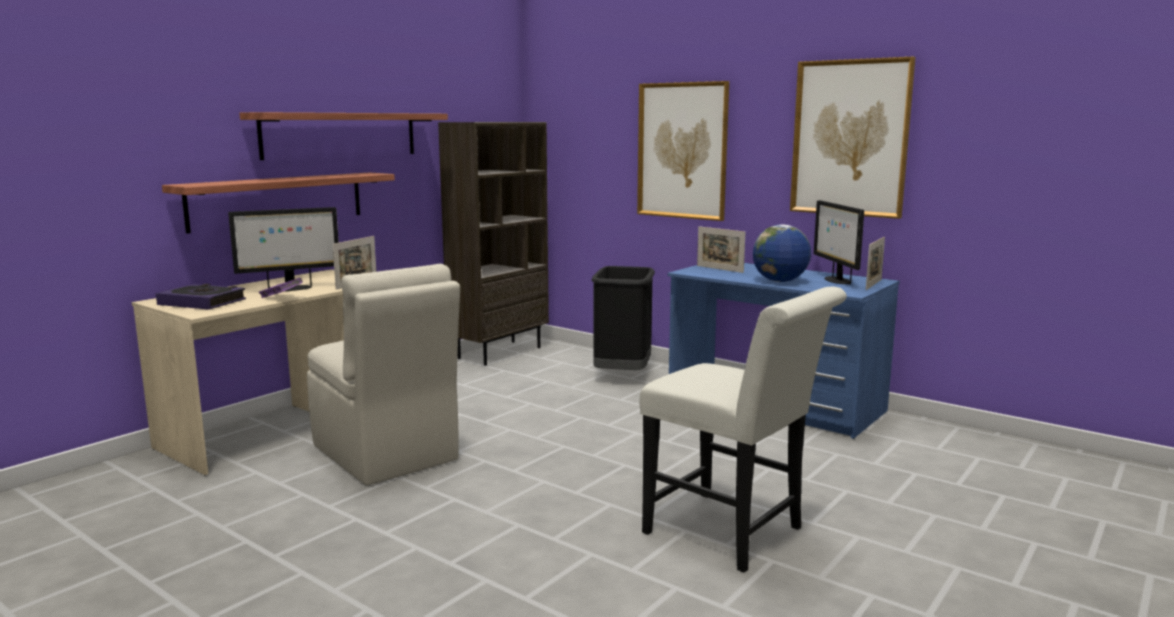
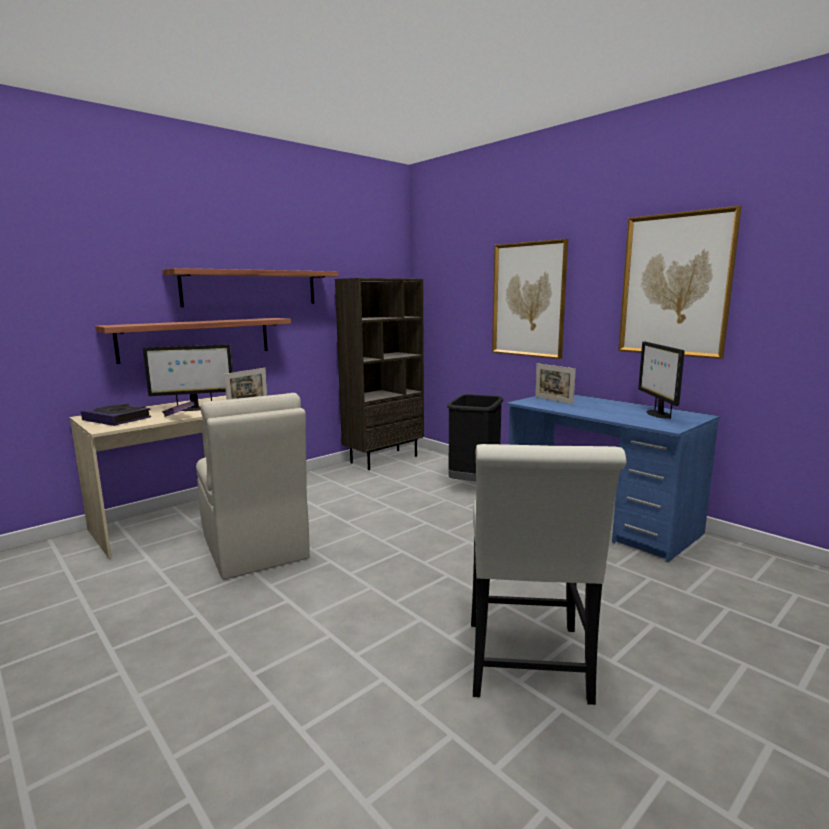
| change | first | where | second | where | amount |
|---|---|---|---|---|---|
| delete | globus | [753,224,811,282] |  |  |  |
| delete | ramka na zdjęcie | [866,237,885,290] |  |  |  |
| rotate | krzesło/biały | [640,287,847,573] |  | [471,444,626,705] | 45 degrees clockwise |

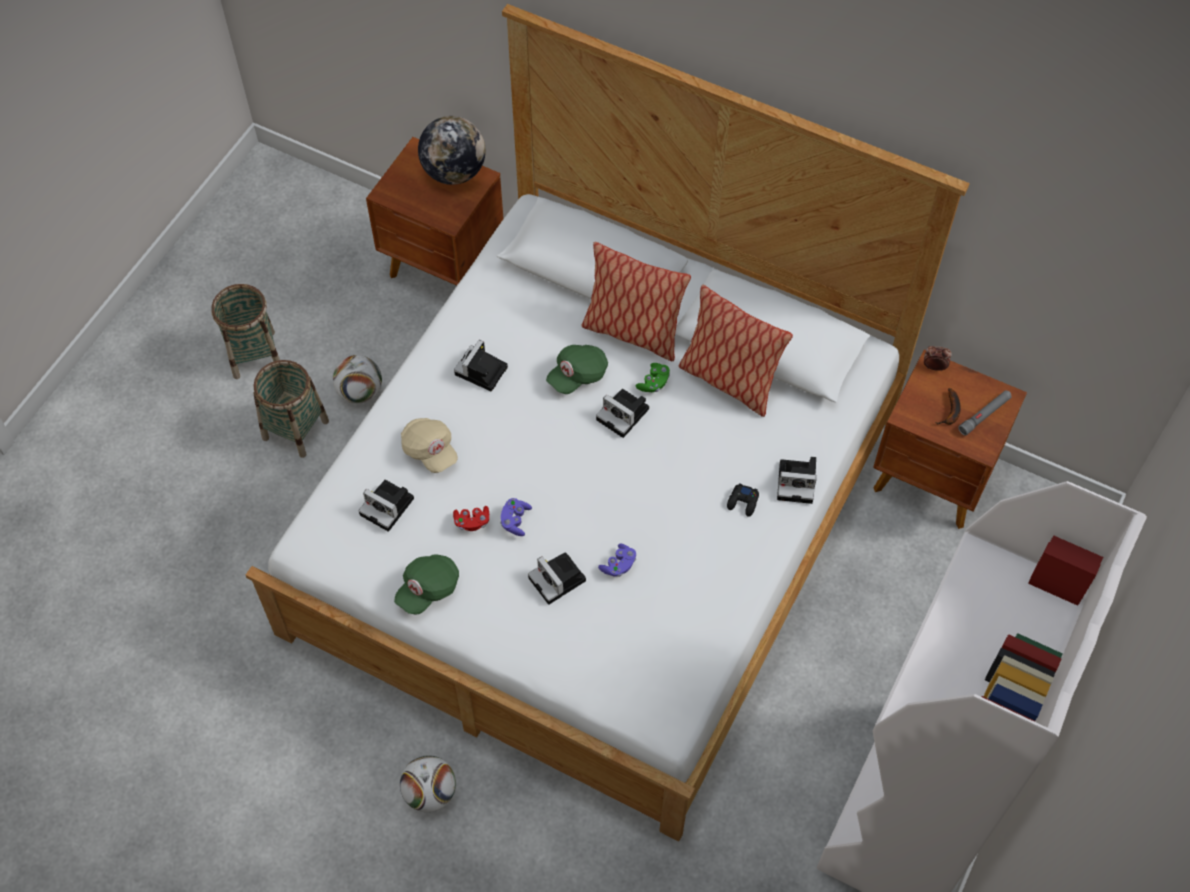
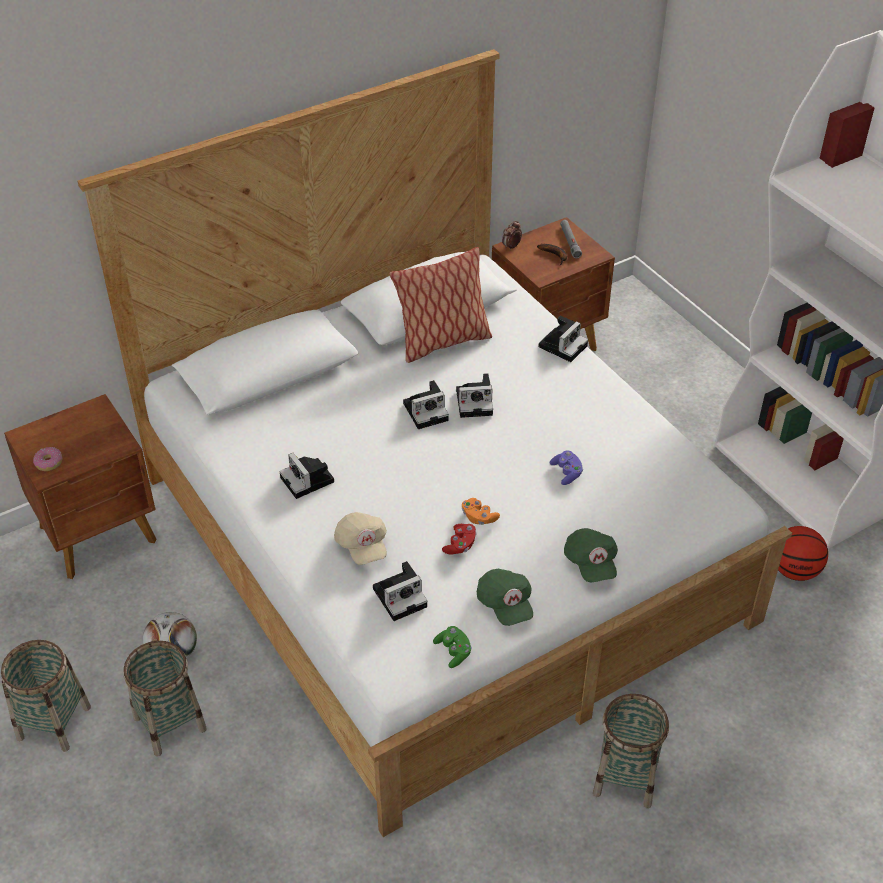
| change | first | where | second | where | amount |
|---|---|---|---|---|---|
| delete | globus | [418,116,486,185] |  |  |  |
| delete | poduszka | [582,242,691,361] |  |  |  |
| move | czapka z daszkiem/zielony | [546,345,608,394] |  | [564,528,618,582] |  |
| move | pad do gier/zielony | [636,363,670,392] |  | [433,626,472,668] |  |
| rotate | czapka z daszkiem/beżowy | [401,418,458,473] |  | [334,512,387,565] | 75 degrees clockwise |
| delete | pad do gier/czarny | [727,483,759,517] |  |  |  |
| recolor | pad do gier/fioletowy | [500,498,532,536] | pad do gier/pomarańczowy | [462,498,500,525] |  |
| move | aparat fotograficzny | [528,552,586,605] |  | [456,373,493,418] |  |
| replace | piłka futbolowa | [400,755,456,812] | koszyk | [593,694,669,808] |  |
| insert |  |  | donut | [33,447,62,471] |  |
| insert |  |  | piłka do koszykówki | [778,526,828,581] |  |

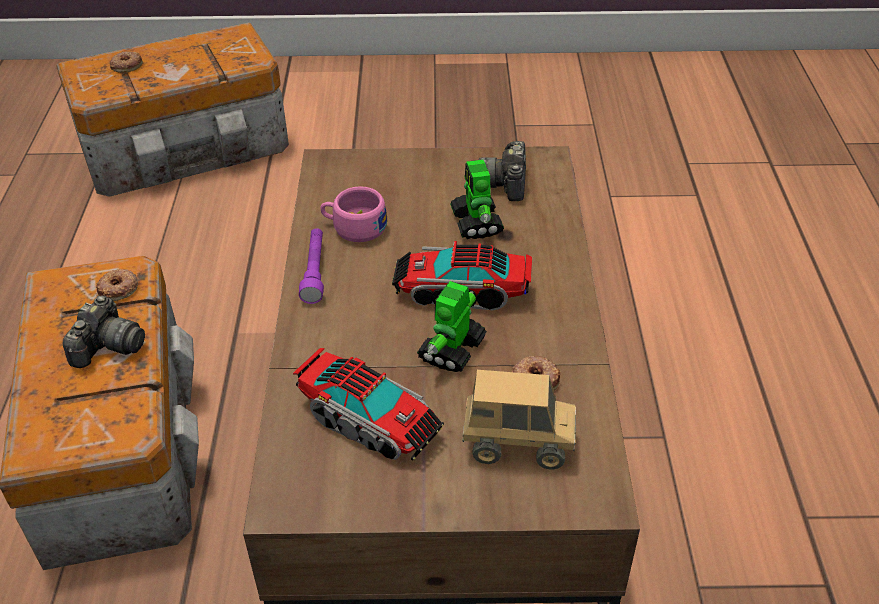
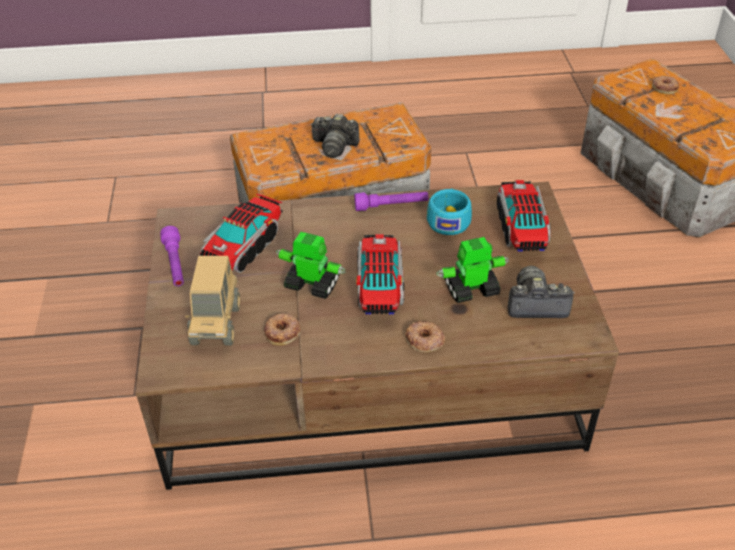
| change | first | where | second | where | amount |
|---|---|---|---|---|---|
| recolor | filiżanka/różowy | [321,186,387,242] | filiżanka/turkusowy | [427,188,472,235] |  |
| move | donut | [96,269,138,301] |  | [405,320,445,353] |  |
| insert |  |  | ciężarówka zabawkowa | [497,180,551,252] |  |
| insert |  |  | latarka/fioletowy | [160,226,184,286] |  |

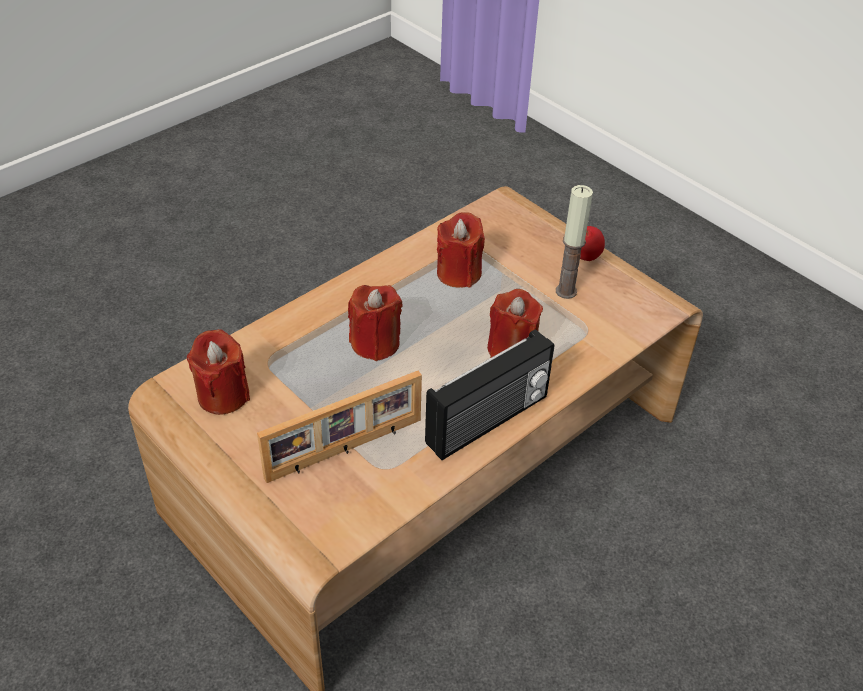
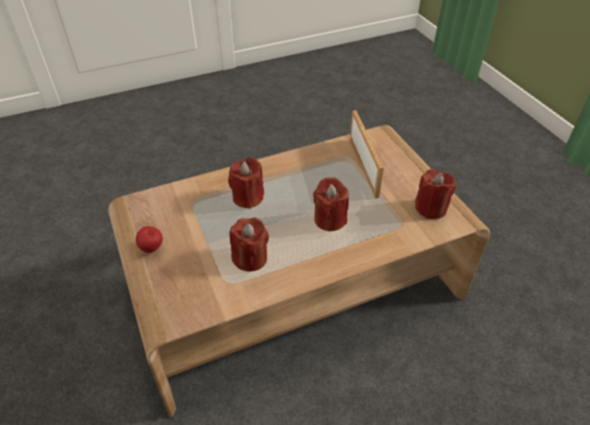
| change | first | where | second | where | amount |
|---|---|---|---|---|---|
| delete | świeca | [556,185,593,299] |  |  |  |
| delete | radio | [425,329,555,460] |  |  |  |
| rotate | ramka na zdjęcie | [257,371,422,483] |  | [350,110,384,198] | 90 degrees clockwise |

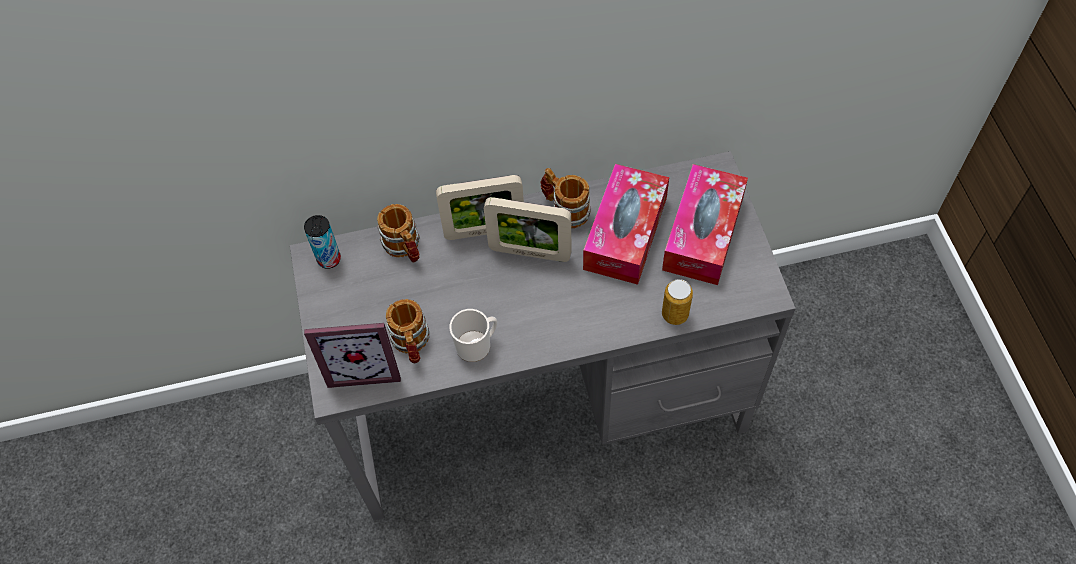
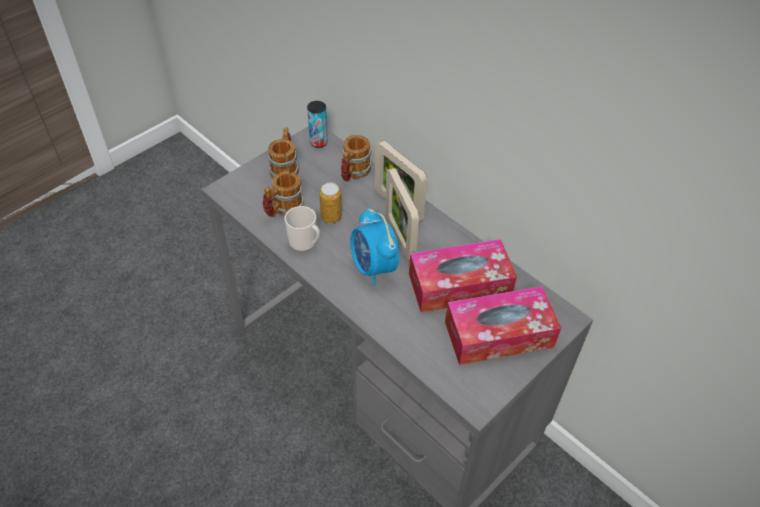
| change | first | where | second | where | amount |
|---|---|---|---|---|---|
| move | kubek | [540,168,590,228] |  | [268,127,299,179] |  |
| move | puszka | [662,279,693,325] |  | [319,183,342,223] |  |
| delete | ramka na zdjęcie | [304,323,401,388] |  |  |  |
| insert |  |  | budzik | [350,207,399,286] |  |

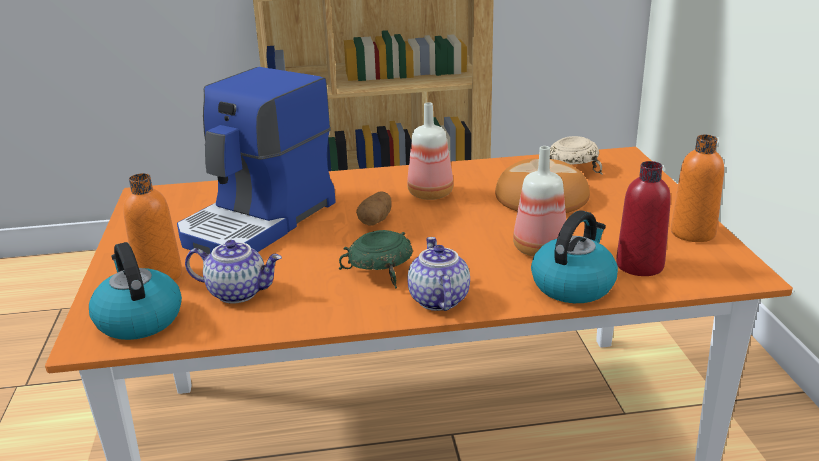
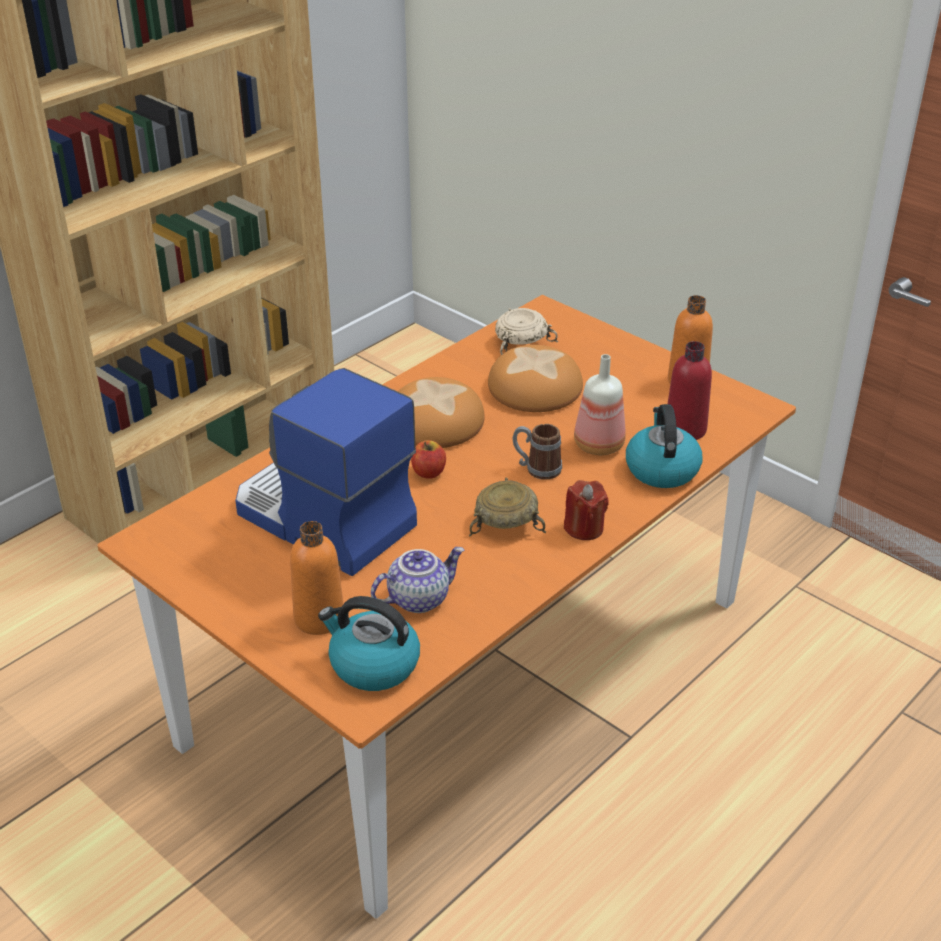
| change | first | where | second | where | amount |
|---|---|---|---|---|---|
| rotate | ekspres do kawy | [177,67,336,254] |  | [235,368,417,576] | 135 degrees clockwise |
| replace | butelka | [407,102,453,200] | chleb | [398,377,485,448] |  |
| replace | ziemniak | [356,191,392,226] | jabłko | [411,440,446,479] |  |
| recolor | miska/zielony | [339,230,413,289] | miska/beżowy | [469,477,546,537] |  |
| replace | imbryk | [408,237,470,311] | świeca/czerwony | [564,480,609,540] |  |
| insert |  |  | kubek | [513,424,562,480] |  |

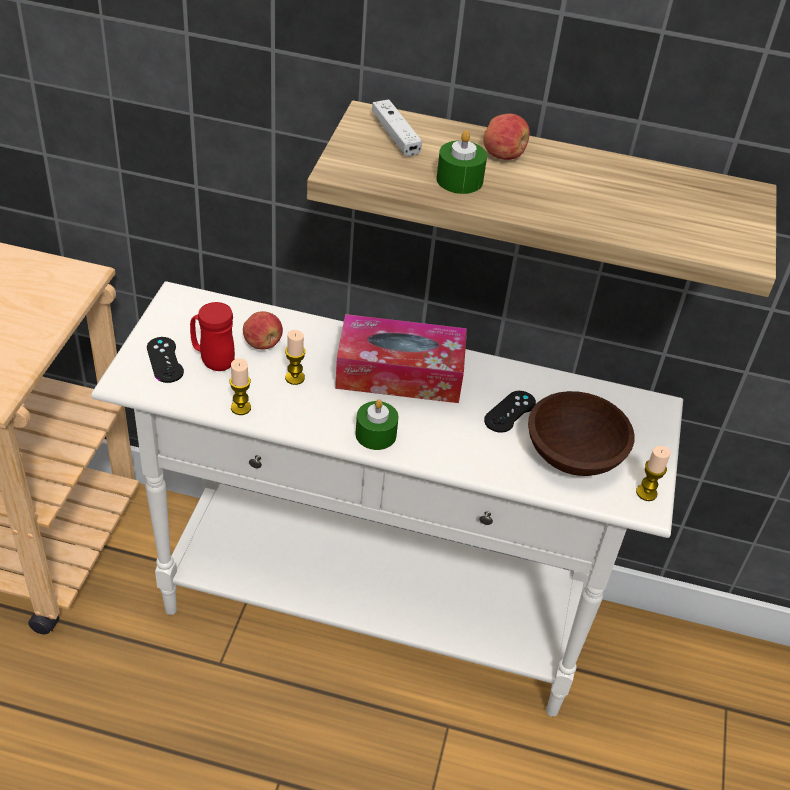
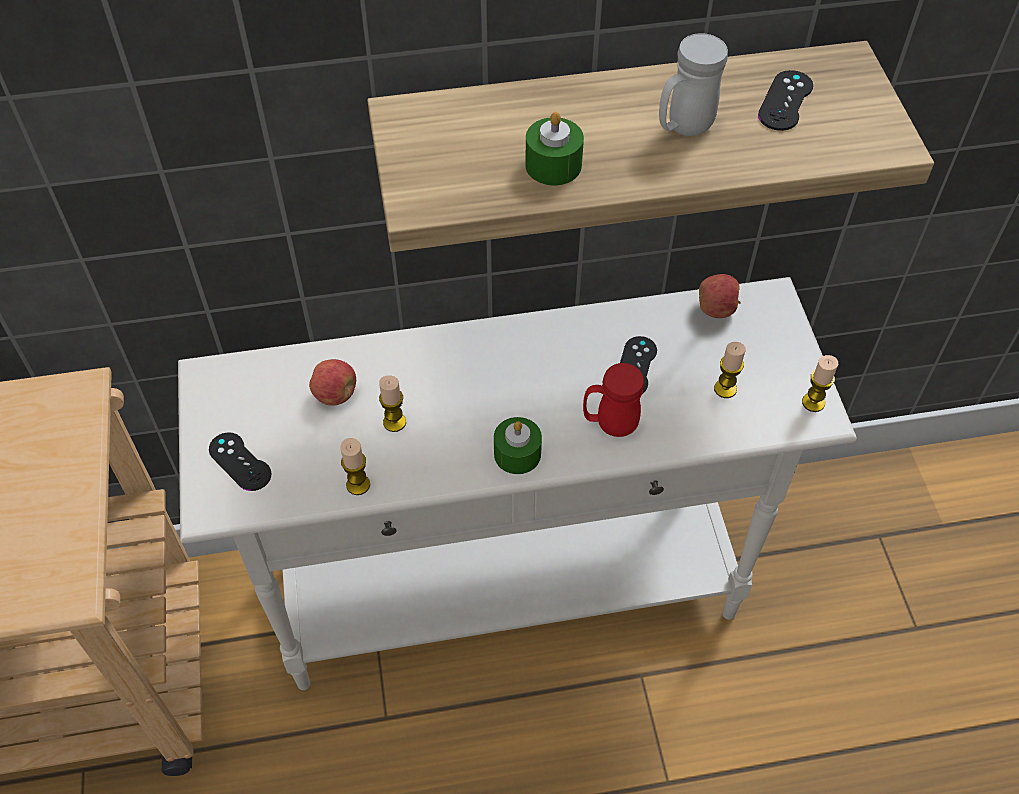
| change | first | where | second | where | amount |
|---|---|---|---|---|---|
| delete | pad do gier/biały | [372,100,422,157] |  |  |  |
| move | jabłko | [483,114,530,160] |  | [699,274,741,318] |  |
| move | kubek/czerwony | [190,302,235,371] |  | [583,363,644,437] |  |
| delete | pudełko chusteczek | [335,314,467,403] |  |  |  |
| replace | miska/brązowy | [528,391,634,476] | świeca | [714,342,746,398] |  |
| insert |  |  | kubek/biały | [659,33,728,136] |  |
| insert |  |  | pad do gier/czarny | [758,70,813,131] |  |

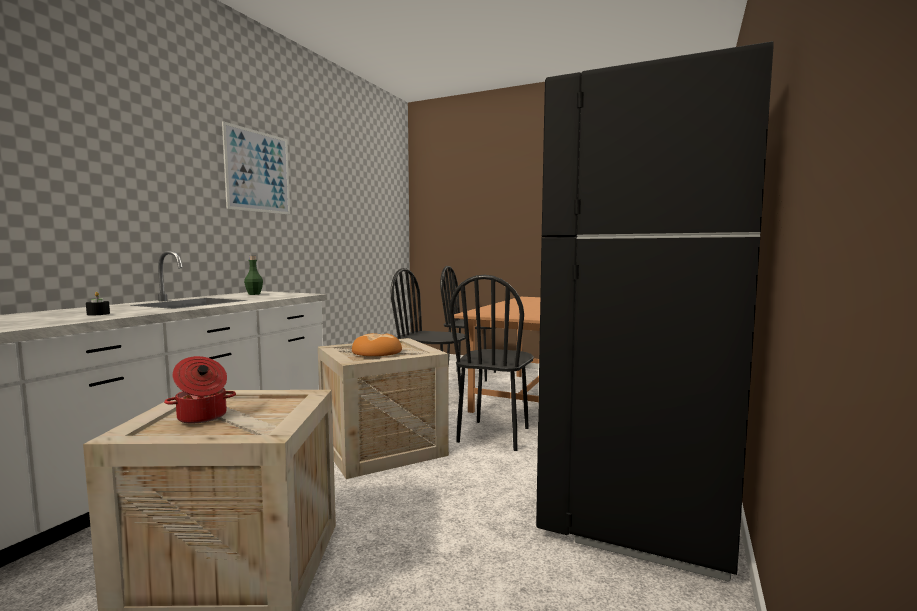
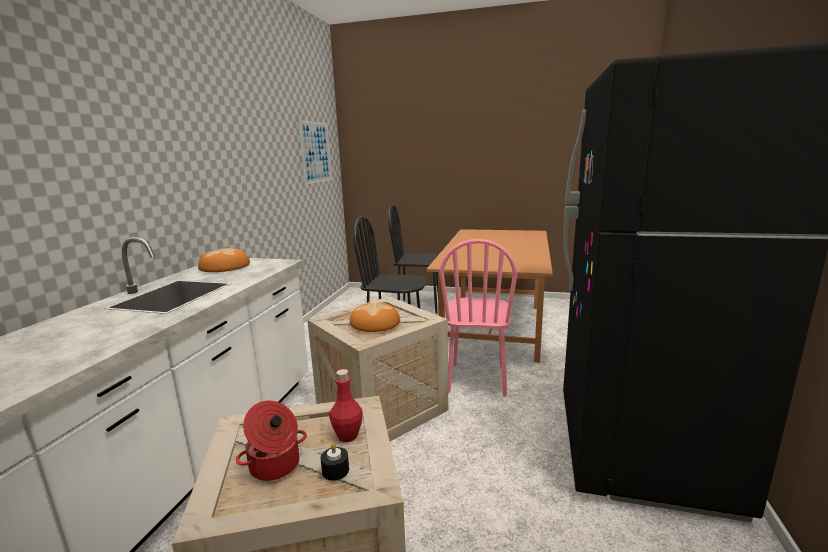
| change | first | where | second | where | amount |
|---|---|---|---|---|---|
| move | obraz | [222,121,290,215] |  | [298,120,332,185] |  |
| replace | butelka/zielony | [244,256,263,295] | chleb | [198,248,250,272] |  |
| recolor | krzesło/czarny | [449,275,534,451] | krzesło/różowy | [440,239,517,397] |  |
| move | świeca/czarny | [86,292,110,316] |  | [321,443,349,481] |  |
| insert |  |  | butelka/czerwony | [329,369,363,442] |  |

